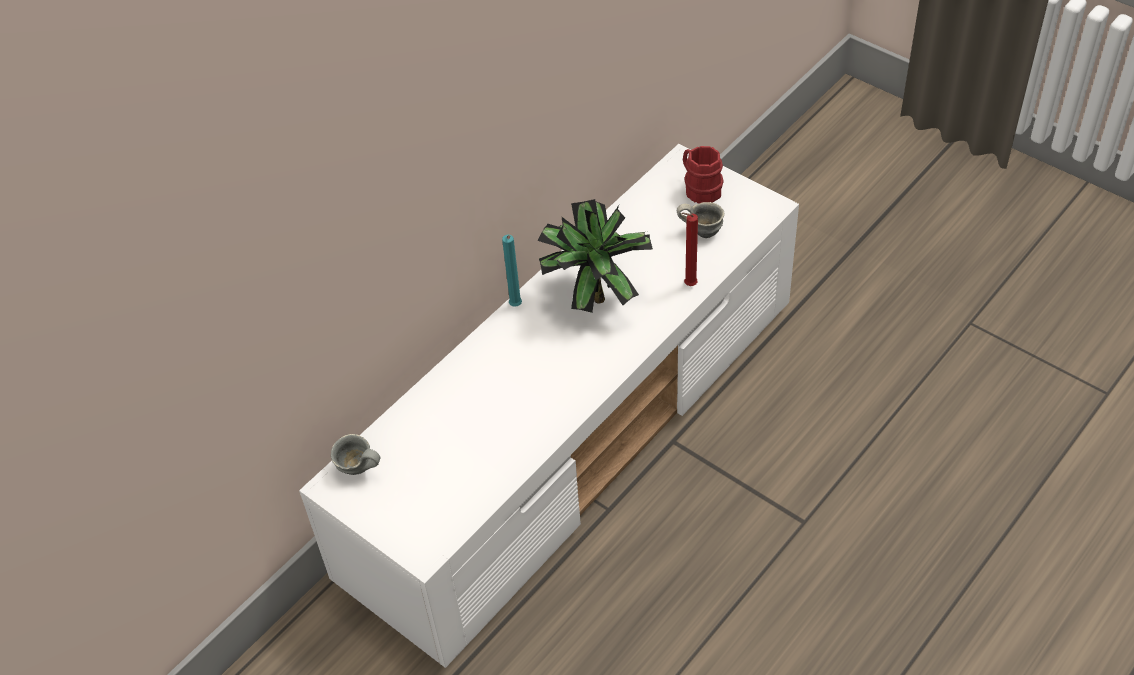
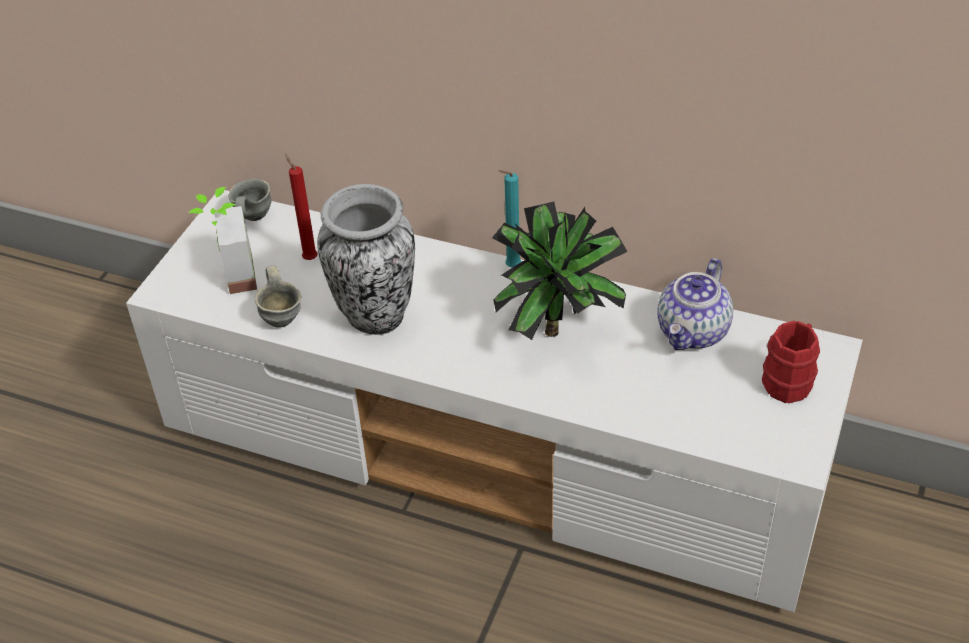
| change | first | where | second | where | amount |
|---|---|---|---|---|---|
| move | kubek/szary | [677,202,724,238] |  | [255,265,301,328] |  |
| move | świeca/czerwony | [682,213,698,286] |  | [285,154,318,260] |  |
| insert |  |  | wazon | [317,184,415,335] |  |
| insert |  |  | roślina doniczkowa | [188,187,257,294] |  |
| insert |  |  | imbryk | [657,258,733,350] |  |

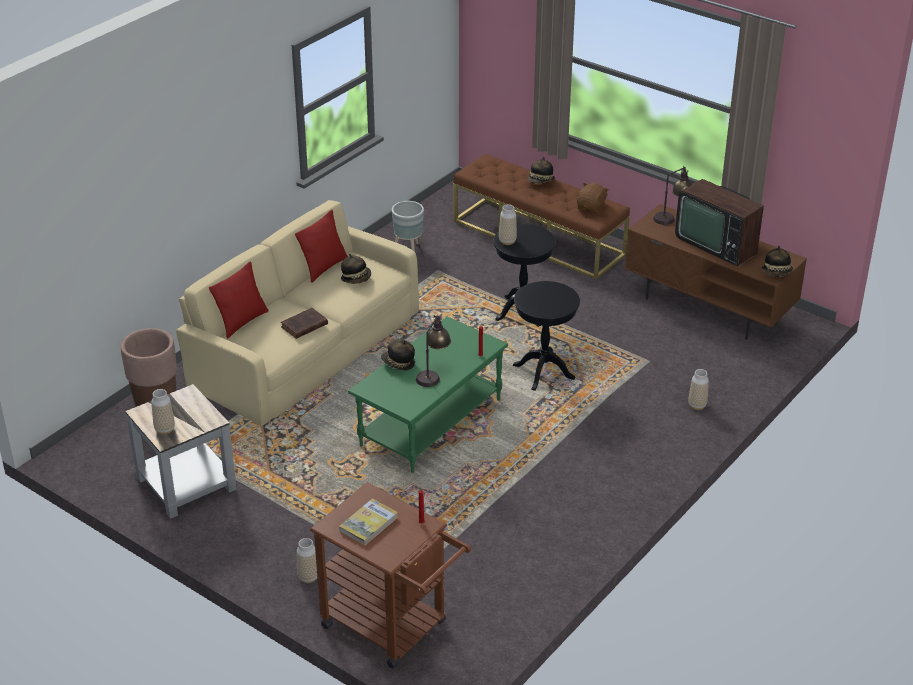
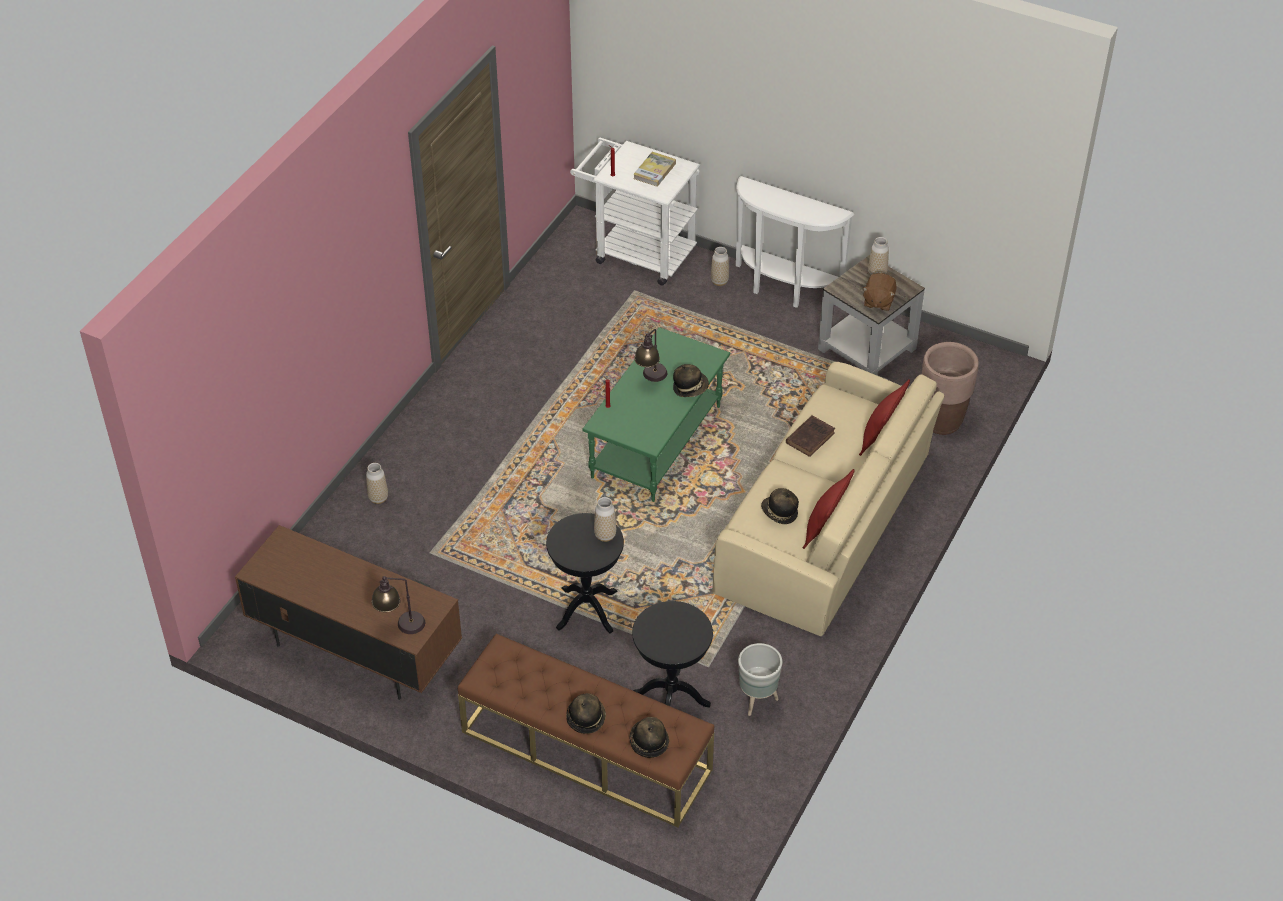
| change | first | where | second | where | amount |
|---|---|---|---|---|---|
| delete | telewizor | [675,179,764,267] |  |  |  |
| move | pluszak/brązowy | [577,183,609,214] |  | [862,273,897,311] |  |
| move | kapelusz | [762,245,793,277] |  | [630,717,669,758] |  |
| move | stolik/czarny | [513,281,580,391] |  | [632,601,713,707] |  |
| recolor | wózek/brązowy | [310,482,471,669] | wózek/biały | [570,138,700,285] |  |
| insert |  |  | stolik konsolowy/biały | [736,176,855,308] |  |

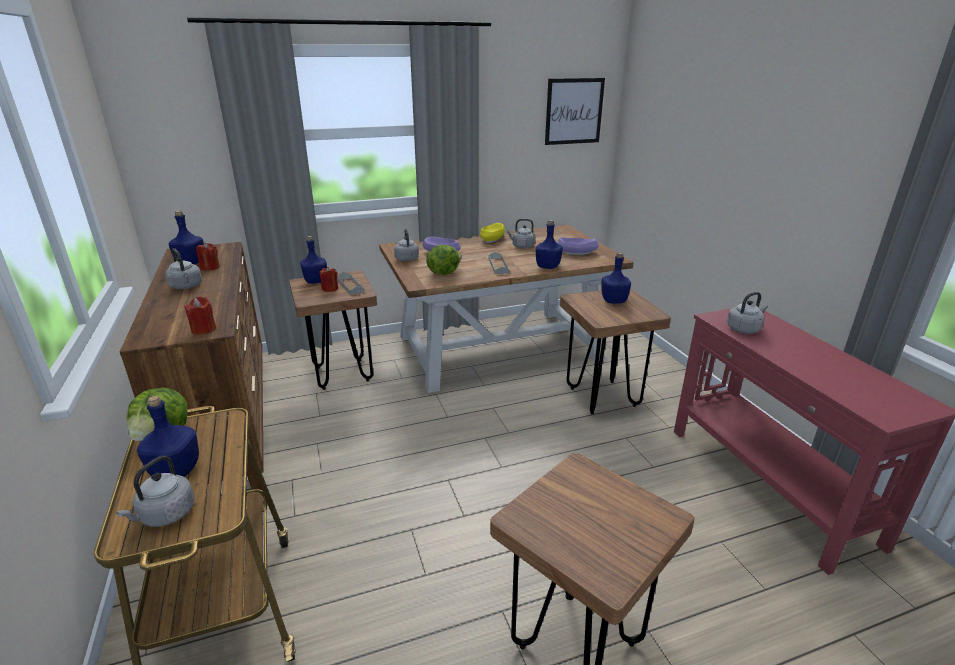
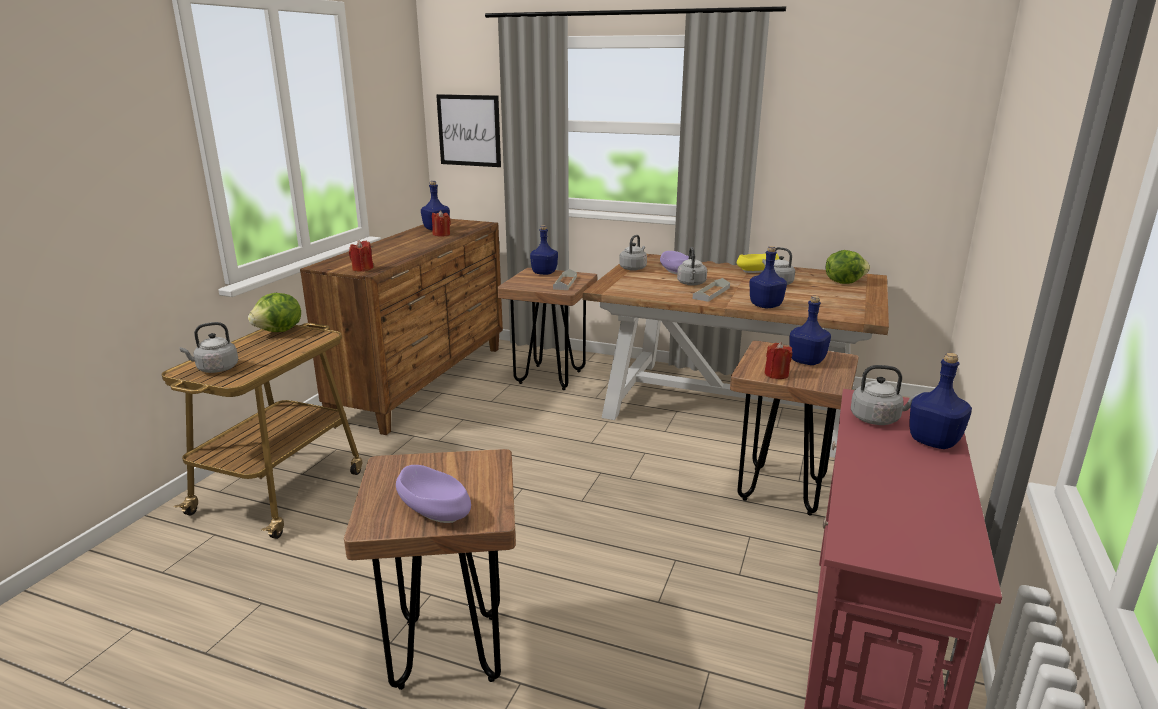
| change | first | where | second | where | amount |
|---|---|---|---|---|---|
| move | obraz | [545,78,605,145] |  | [436,94,501,167] |  |
| move | miska/fioletowy | [557,237,599,255] |  | [396,465,471,523] |  |
| move | sałata | [426,245,462,275] |  | [826,250,870,284] |  |
| move | czajnik/szary | [165,248,202,289] |  | [677,247,707,286] |  |
| move | świeca/czerwony | [320,267,338,292] |  | [764,342,793,379] |  |
| move | butelka/niebieski | [137,396,199,477] |  | [910,353,972,449] |  |

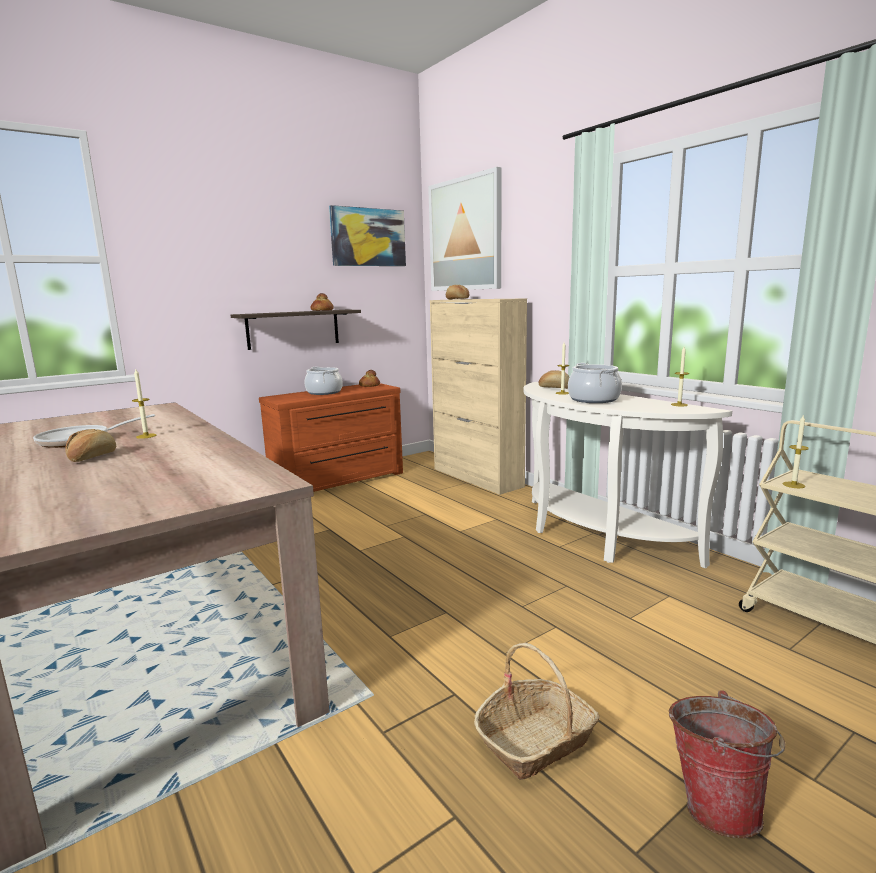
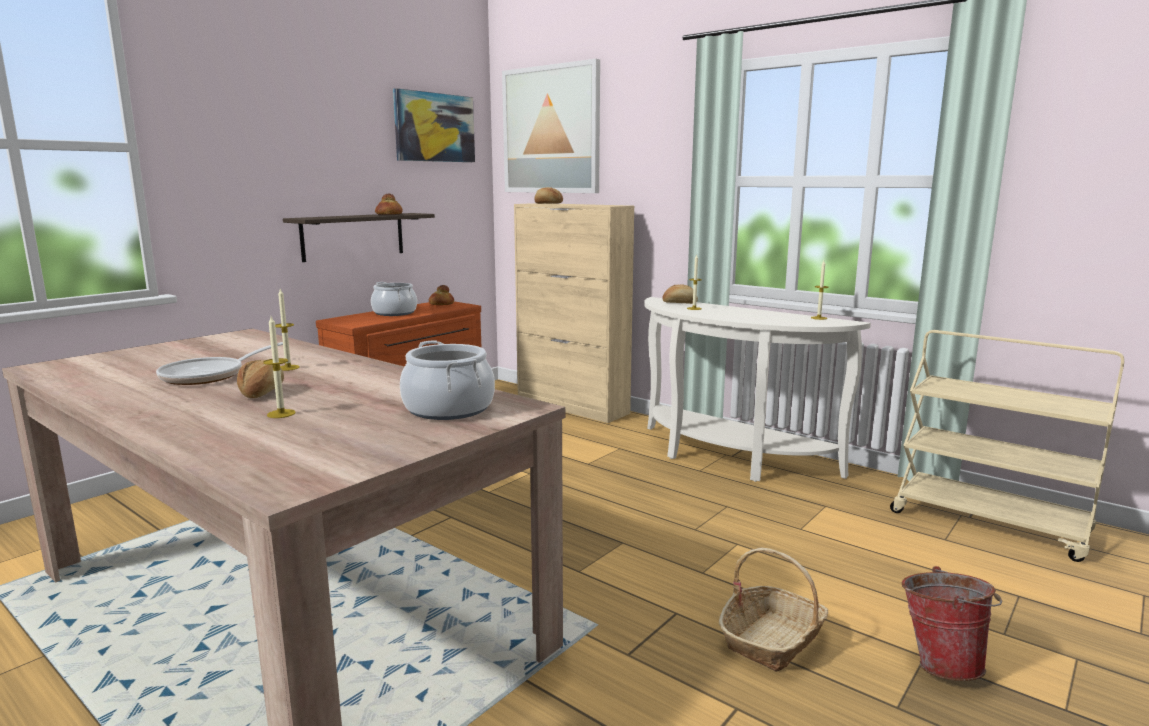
| change | first | where | second | where | amount |
|---|---|---|---|---|---|
| move | garnek | [568,363,622,403] |  | [400,340,495,420] |  |
| move | świeca | [783,414,809,488] |  | [263,316,295,418] |  |

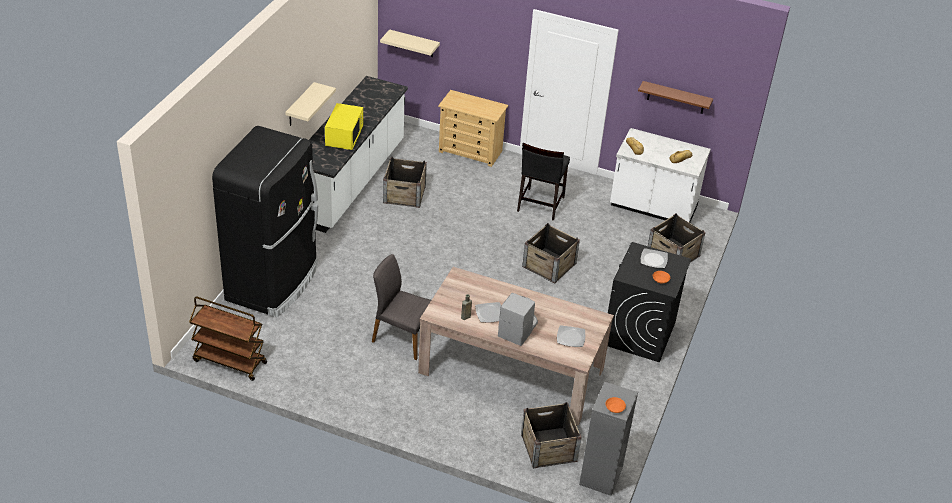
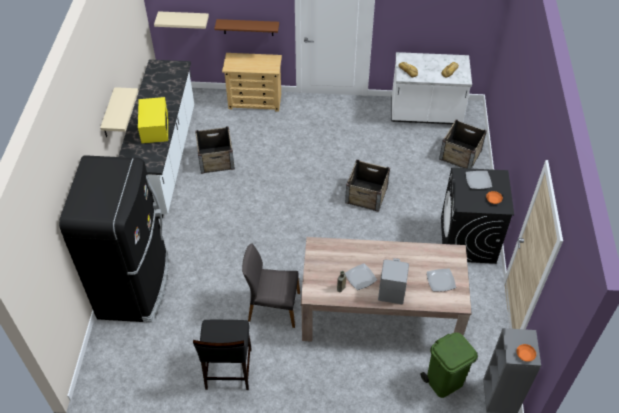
| change | first | where | second | where | amount |
|---|---|---|---|---|---|
| move | półka/brązowy | [638,81,713,114] |  | [214,19,279,36] |  |
| move | krzesło/czarny | [517,143,570,221] |  | [193,320,252,390] |  |
| delete | wózek/brązowy | [189,297,267,381] |  |  |  |
| replace | skrzynka | [521,402,582,469] | kosz na śmieci/zielony | [421,332,478,398] |  |

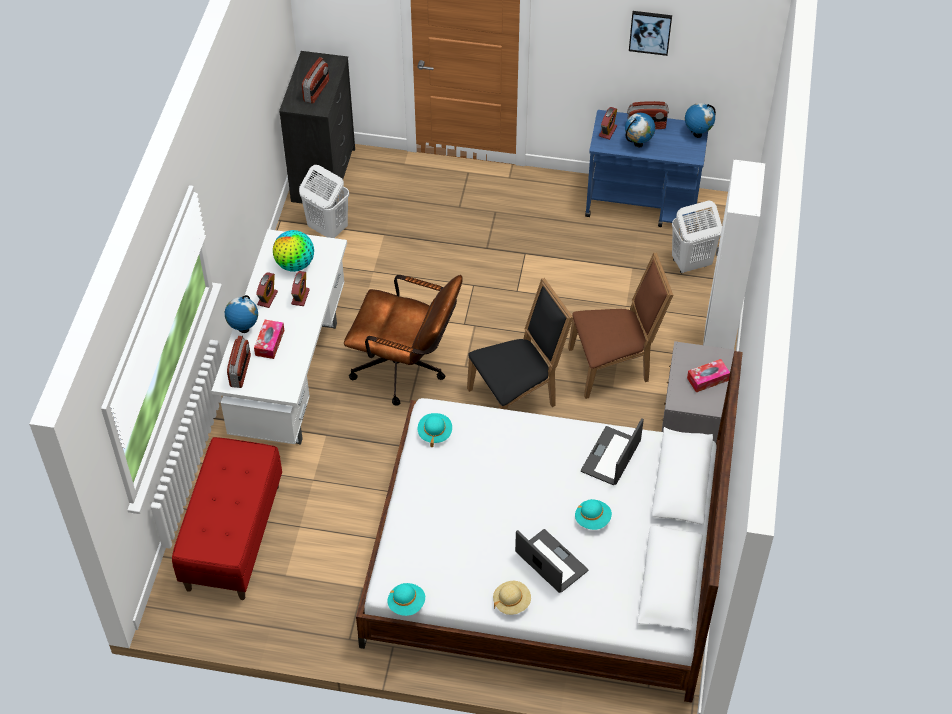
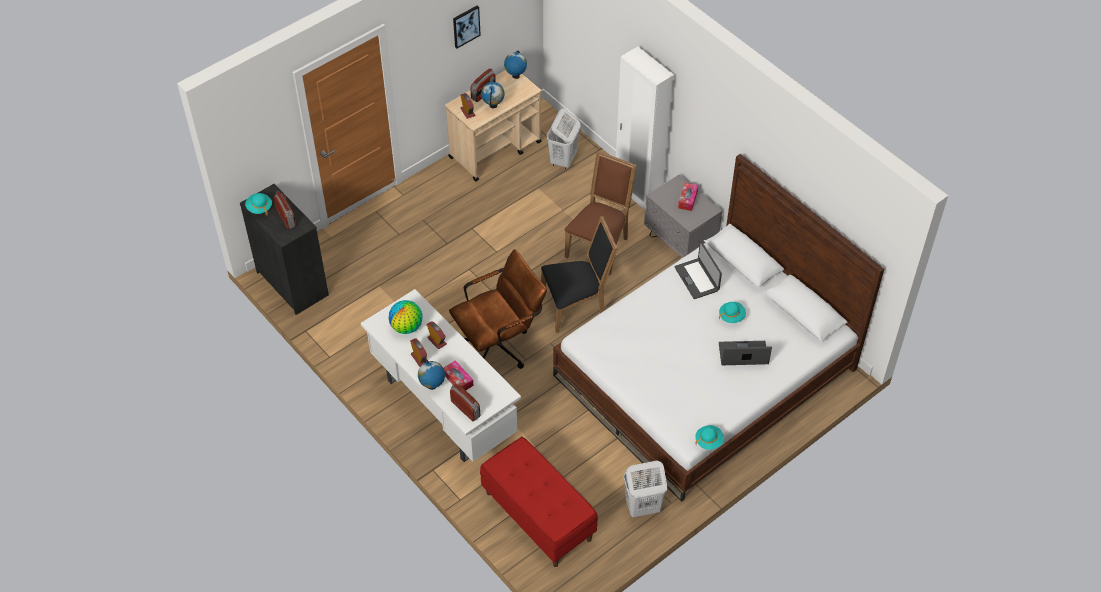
| change | first | where | second | where | amount |
|---|---|---|---|---|---|
| recolor | wózek/niebieski | [585,110,708,230] | wózek/beżowy | [445,70,542,181] |  |
| move | kosz na pranie/biały | [299,165,349,238] |  | [623,460,668,517] |  |
| rotate | krzesło/czarny | [467,278,573,410] |  | [541,216,618,333] | 60 degrees clockwise |
| move | kapelusz/turkusowy | [418,413,452,448] |  | [245,193,272,215] |  |
| delete | kapelusz/beżowy | [493,581,531,615] |  |  |  |

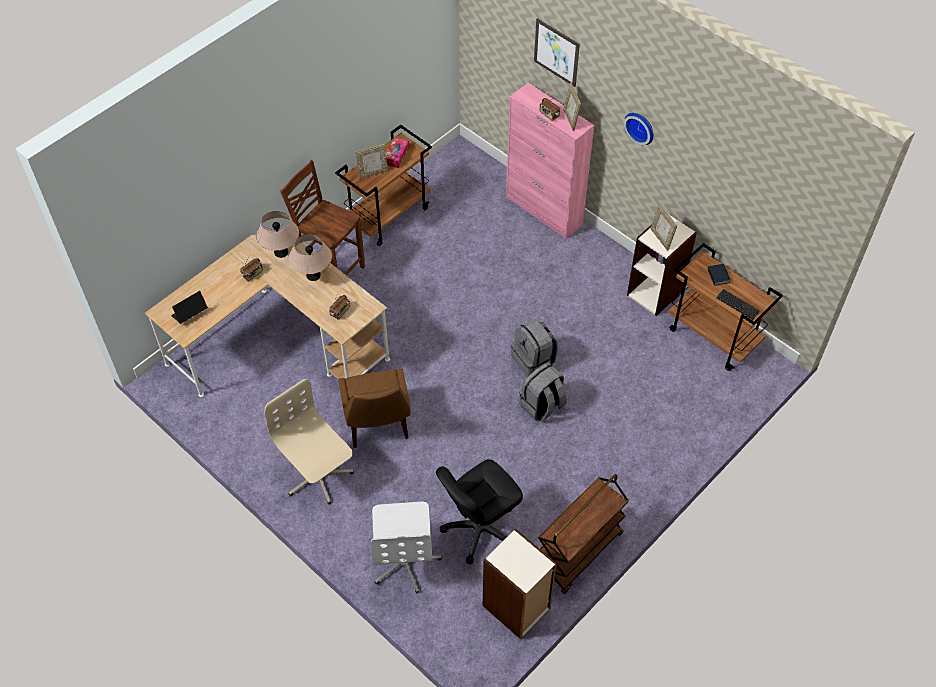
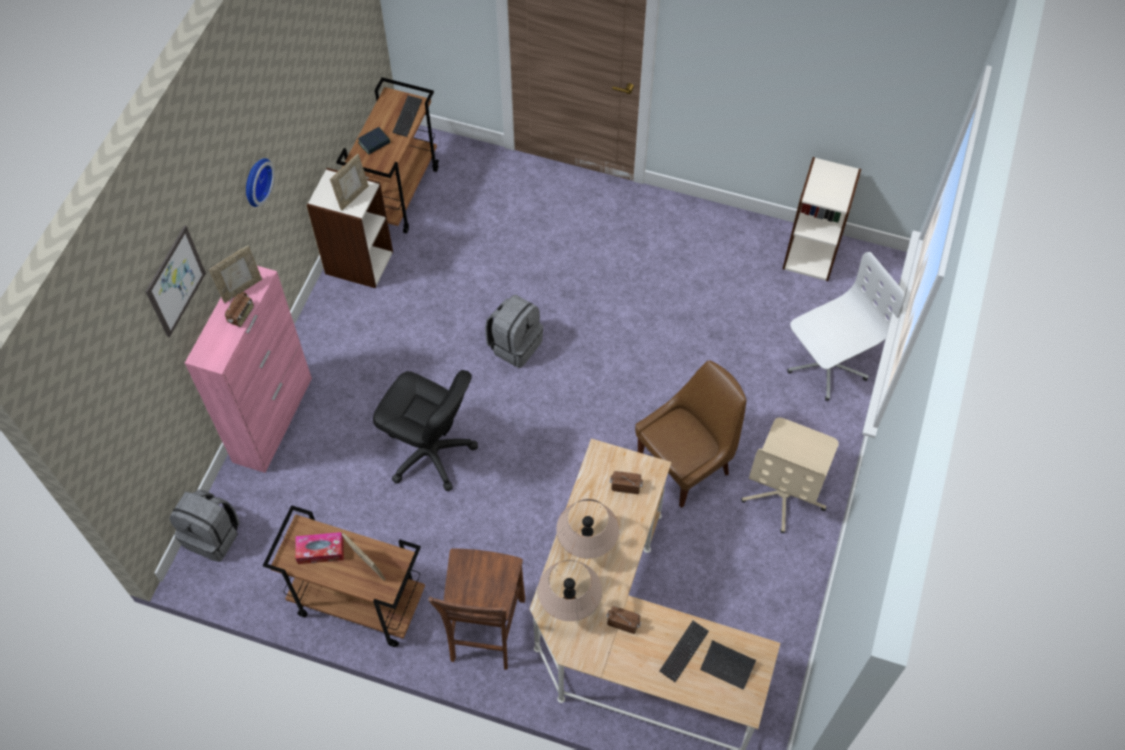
| change | first | where | second | where | amount |
|---|---|---|---|---|---|
| move | plecak/szary | [519,363,567,422] |  | [169,490,239,562] |  |
| move | krzesło biurowe/czarny | [436,459,523,564] |  | [373,370,478,492] |  |
| delete | wózek/brązowy | [538,474,629,594] |  |  |  |
| insert |  |  | klawiatura | [660,621,709,682] |  |

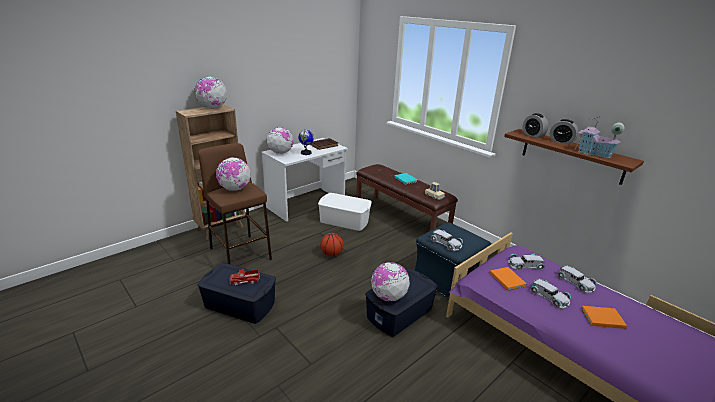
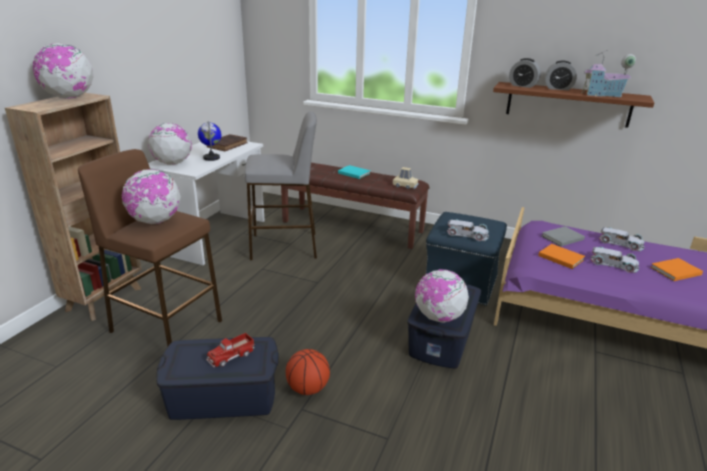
| change | first | where | second | where | amount |
|---|---|---|---|---|---|
| replace | pojemnik do przechowywania/biały | [318,193,372,231] | stołek/szary | [245,112,317,260] |  |
| move | piłka do koszykówki | [320,233,343,256] |  | [286,349,330,395] |  |
| replace | samochodzik/biały | [508,254,545,270] | książka/szary | [542,226,585,246] |  |

